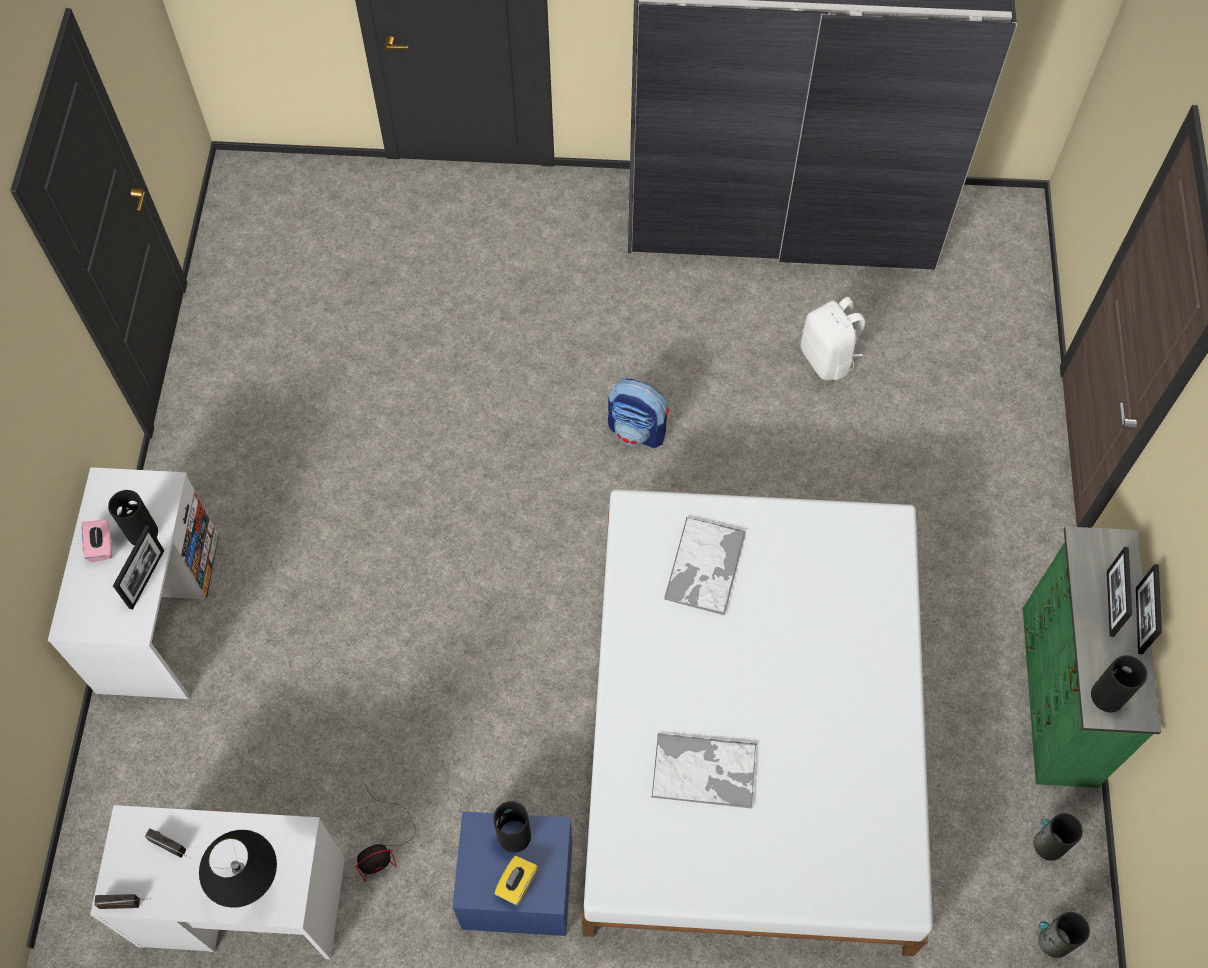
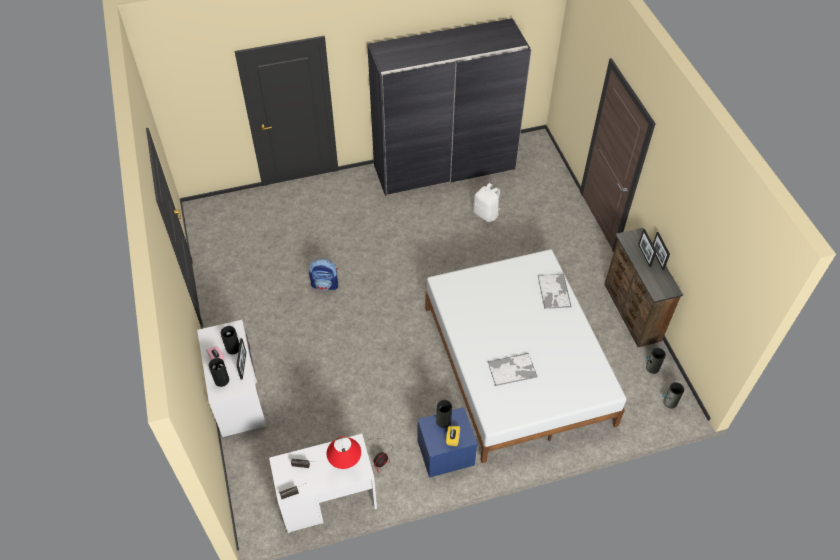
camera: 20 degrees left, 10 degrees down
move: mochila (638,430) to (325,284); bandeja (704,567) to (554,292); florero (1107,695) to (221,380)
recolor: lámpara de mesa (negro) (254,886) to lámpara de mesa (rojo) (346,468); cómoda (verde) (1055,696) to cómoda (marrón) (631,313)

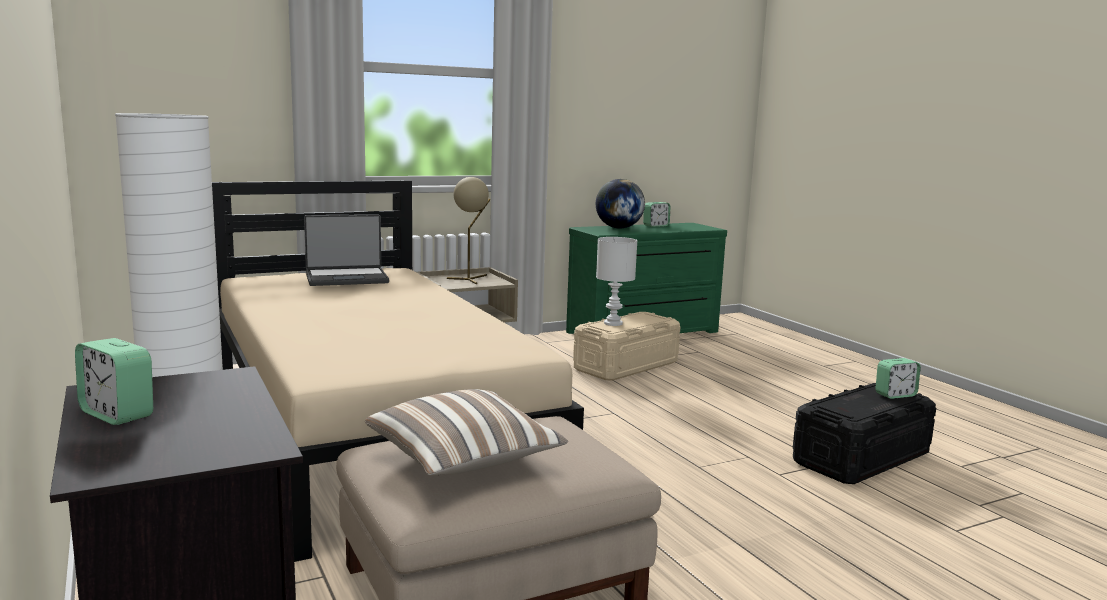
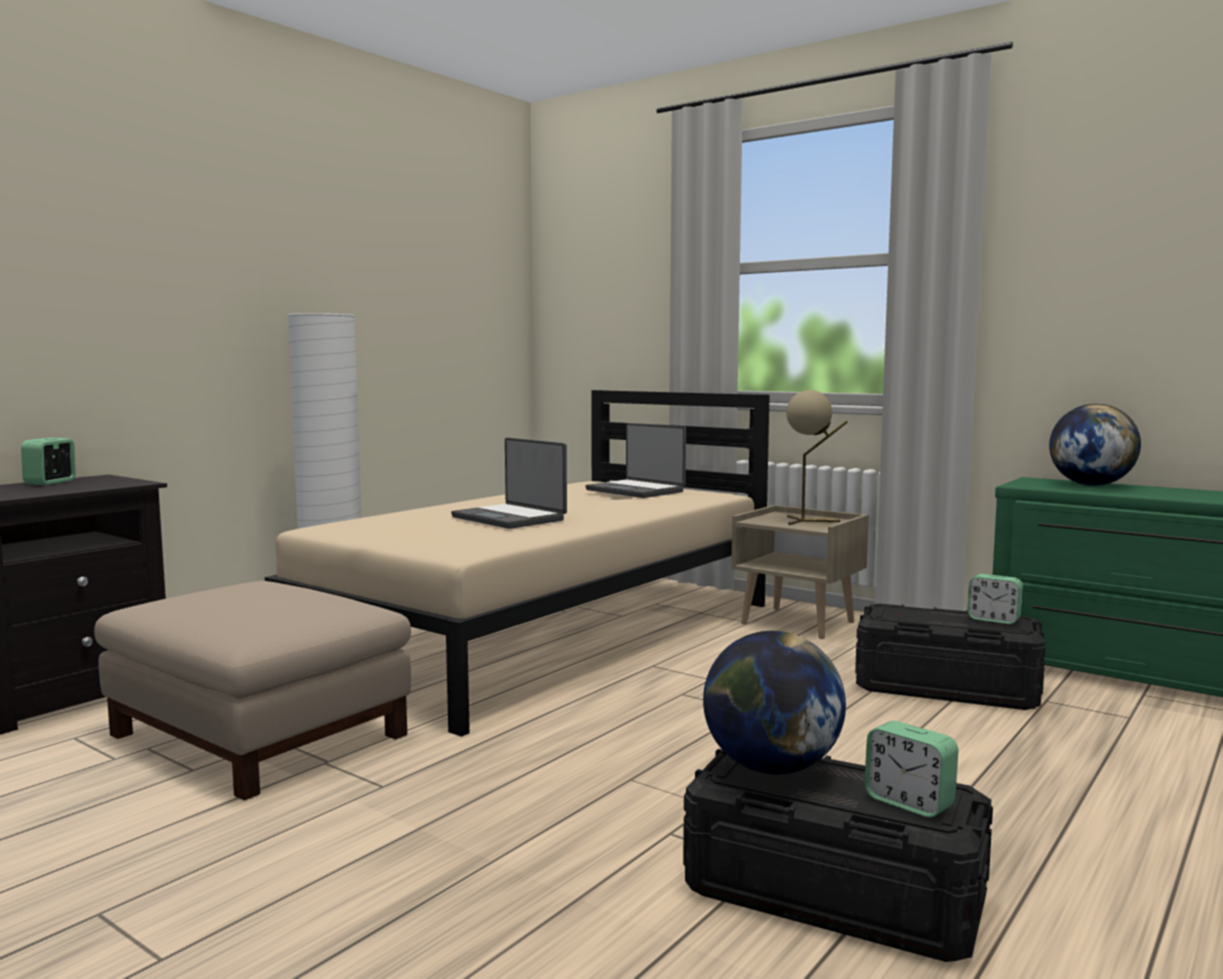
camera: 65 degrees right, 5 degrees down
delete: cojín (464,461); lámpara de mesa (blanco) (614,323)
insert: portátil (510,518); globo terráqueo (771,768)
move: despertador (656,226) to (993,619)
recolor: caja de almacenaje (beis) (626,365) to caja de almacenaje (negro) (946,688)

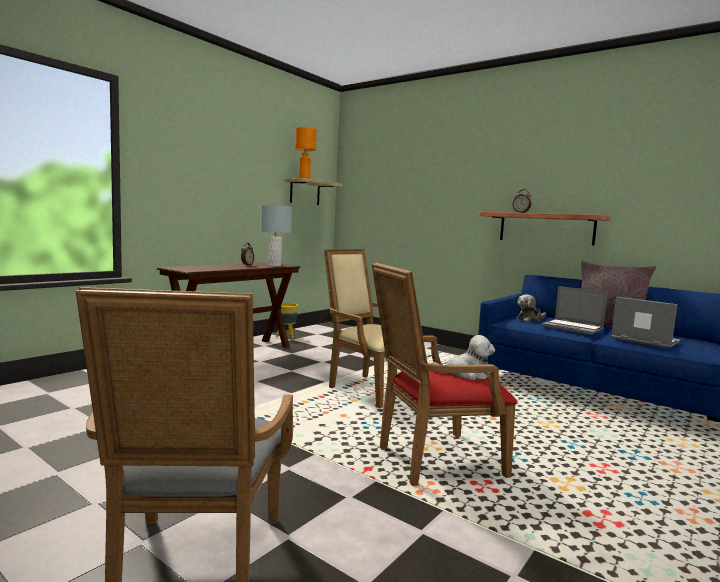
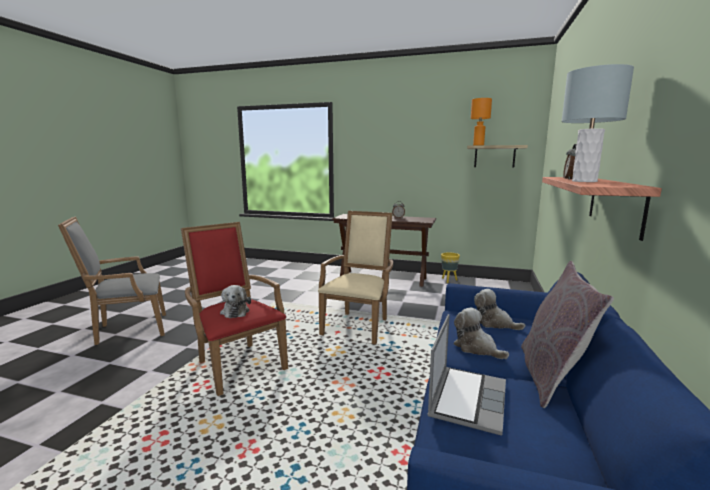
camera: 70 degrees right, 5 degrees up
move: lámpara de mesa (gris) (274,265) to (584,181)
replace: portátil (573,328) to peluche (476,348)

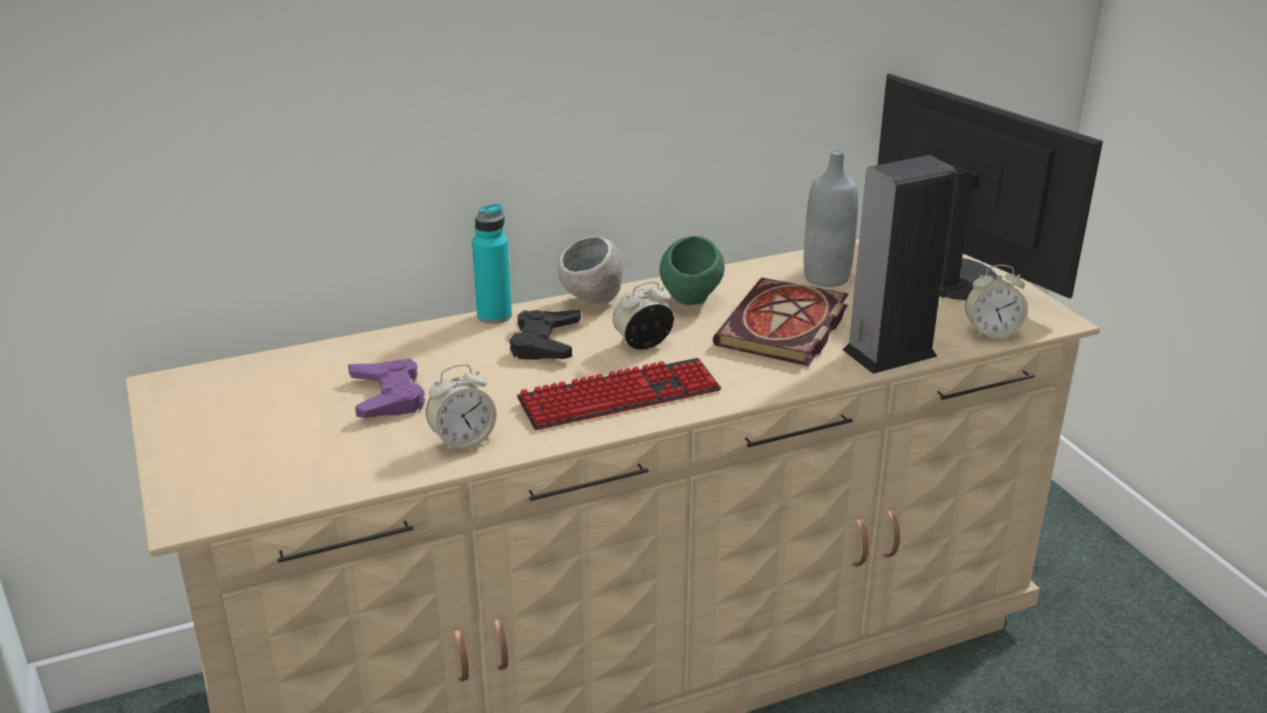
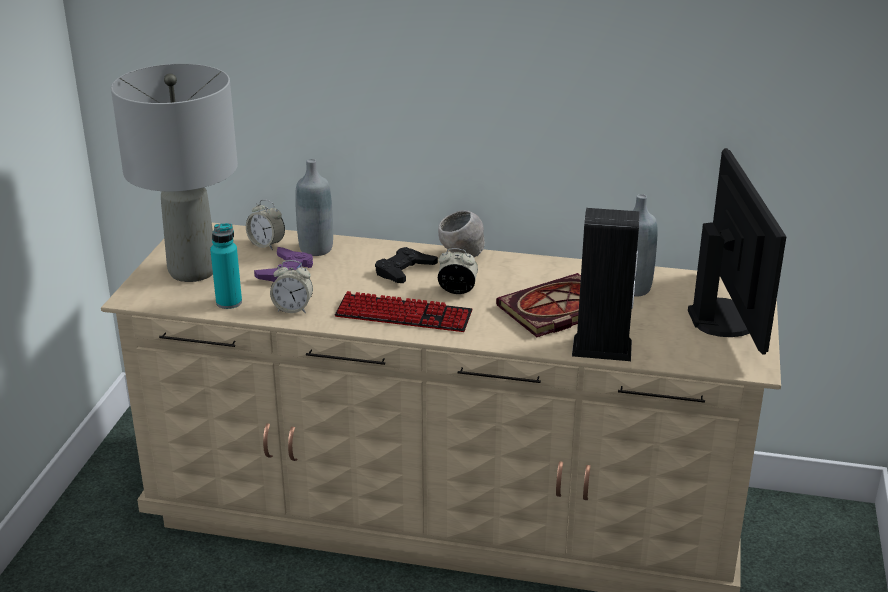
camera: 35 degrees right, 0 degrees up
delete: cuenco (verde) (691,303)
insert: lámpara de mesa (gris) (194,271); botella (gris) (316,249)
move: botella (turquesa) (494,316) to (229,302); despertador (991,333) to (266,244)

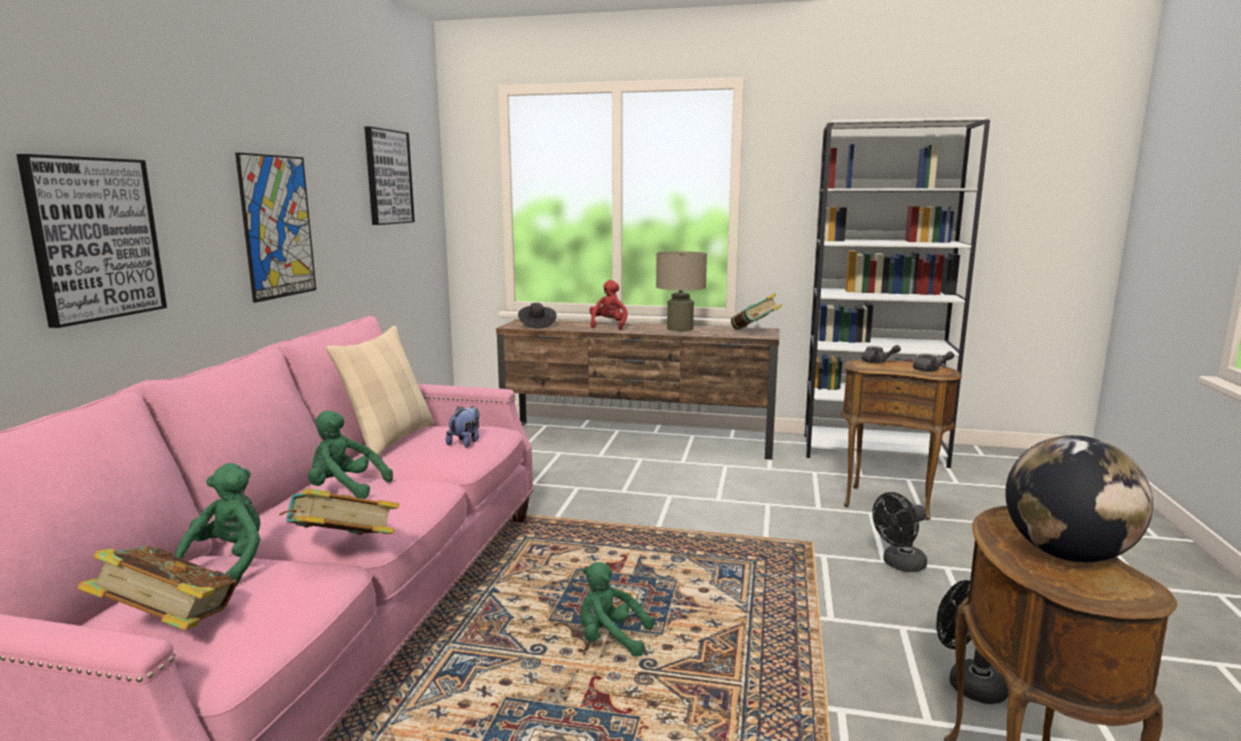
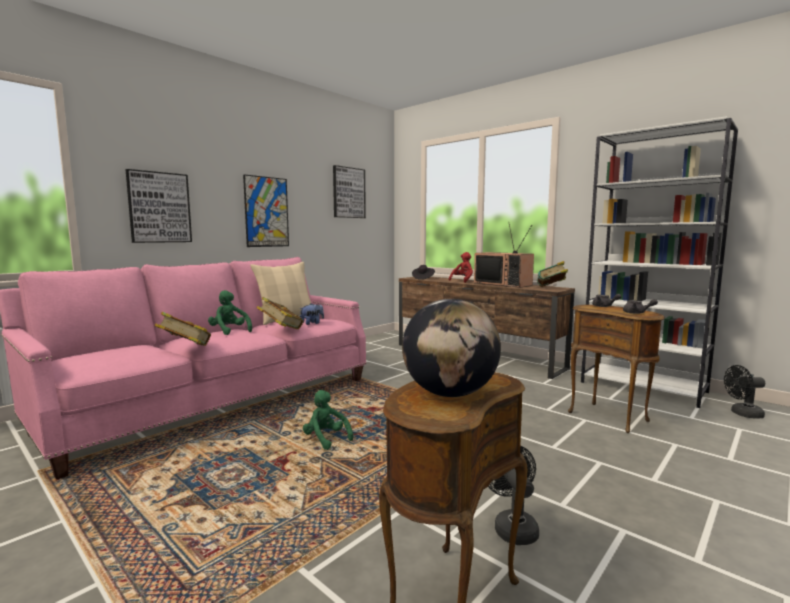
camera: 30 degrees right, 5 degrees down
delete: peluche (verde) (228,564)
move: libro (169,627) to (281,330); ventilador (negro) (899,564) to (742,414)
replace: lámpara de mesa (beis) (680,328) to televisor (504,284)

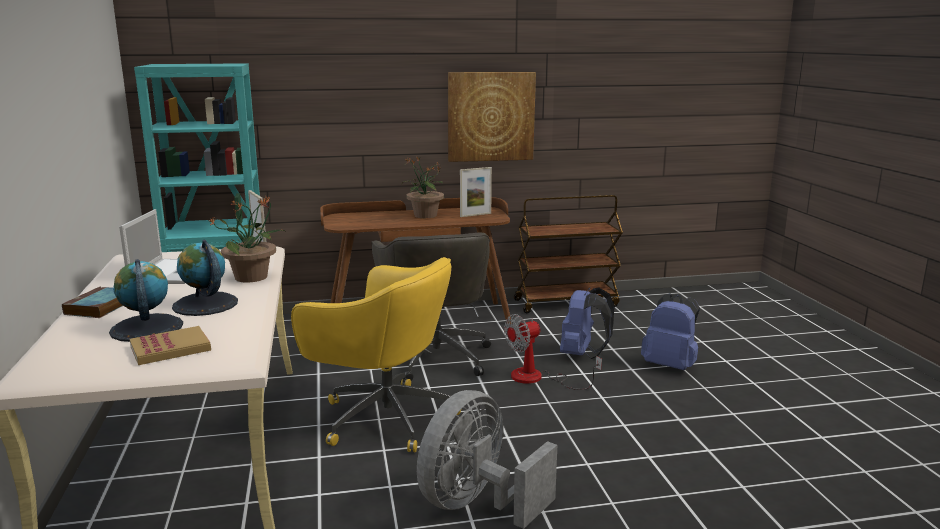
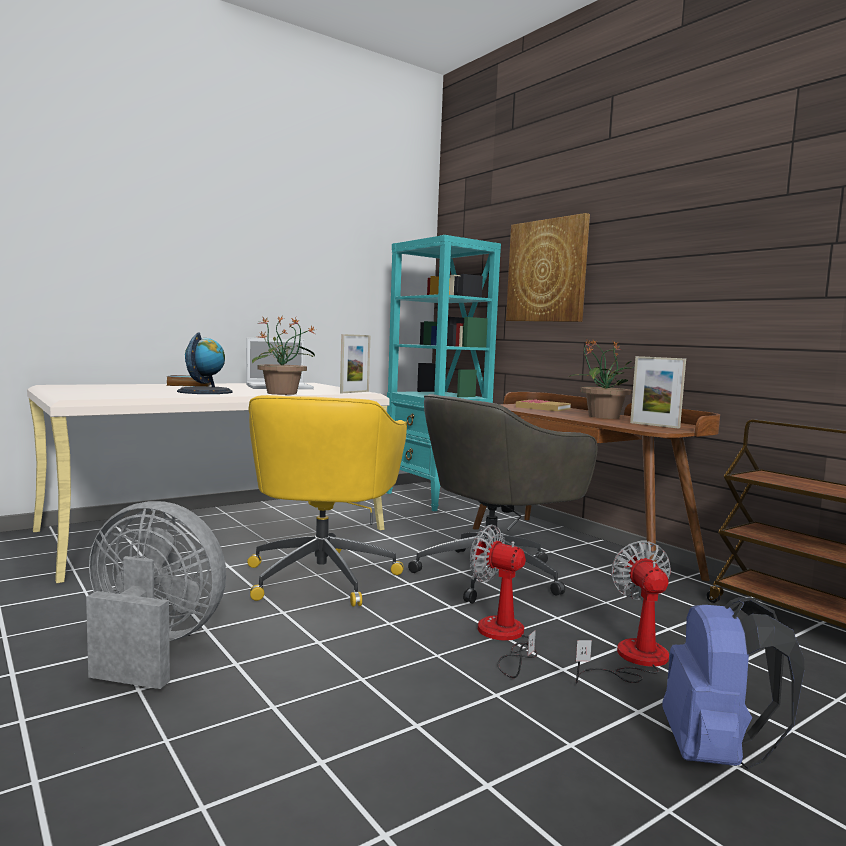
camera: 65 degrees right, 10 degrees down
delete: globo terráqueo (146,328)
move: libro (170,348) to (543,408); cuadro (490,116) to (547,271)
replace: mochila (azul) (582,354) to ventilador (632,660)

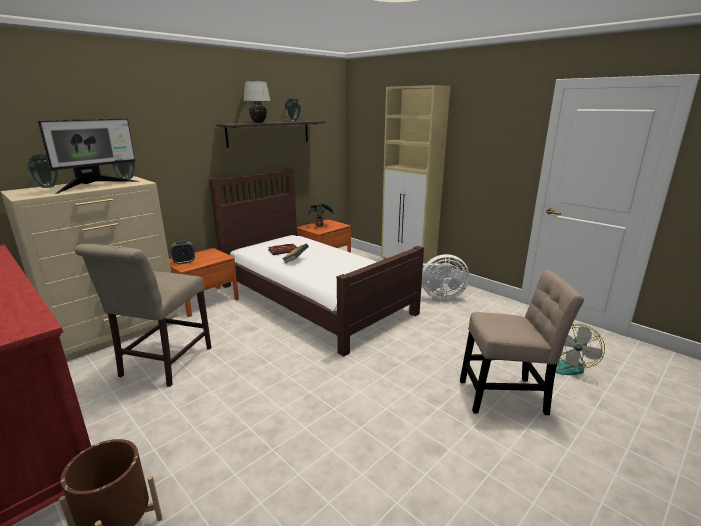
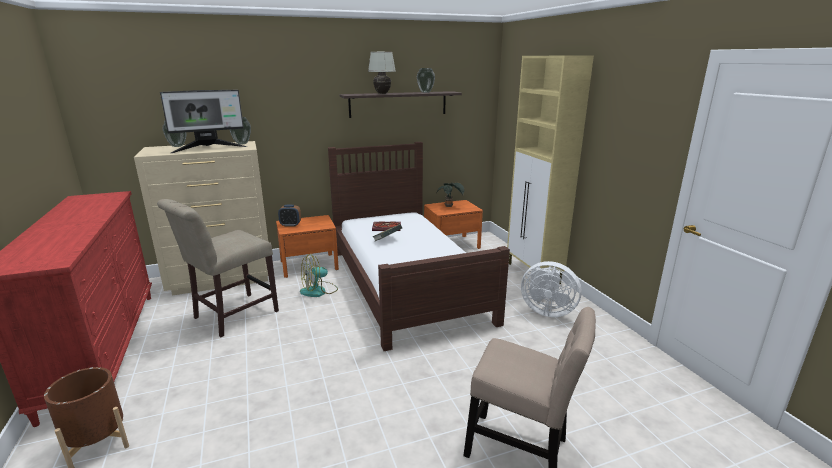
camera: 25 degrees right, 0 degrees up
move: ventilador (568,365) to (319,291)

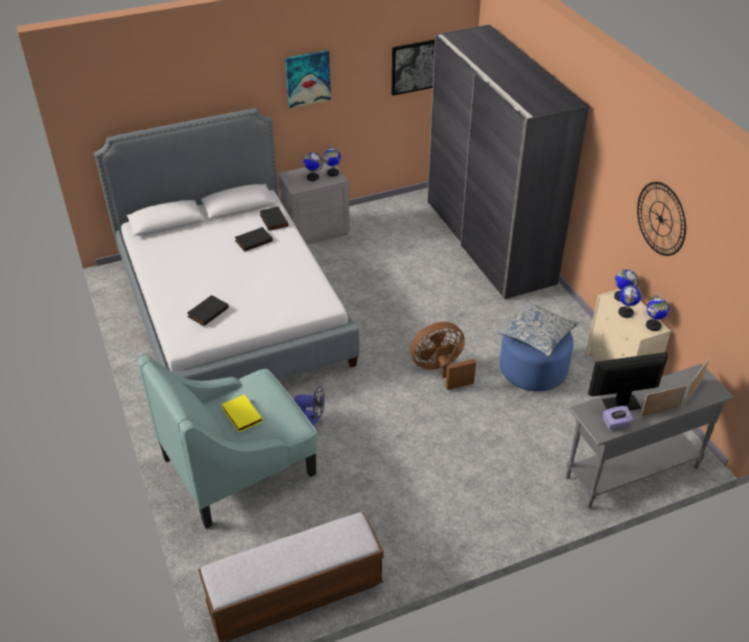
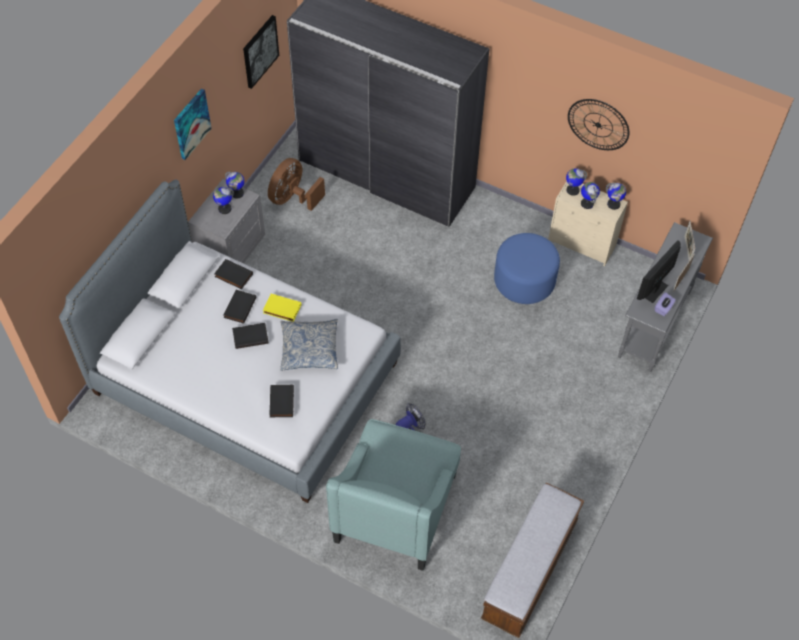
camera: 40 degrees left, 15 degrees up
insert: libro (negro) (250,336)
move: libro (amarillo) (241,415) to (281,309); ventilador (marrón) (440,370) to (293,198); cojín (536,334) to (309,349)

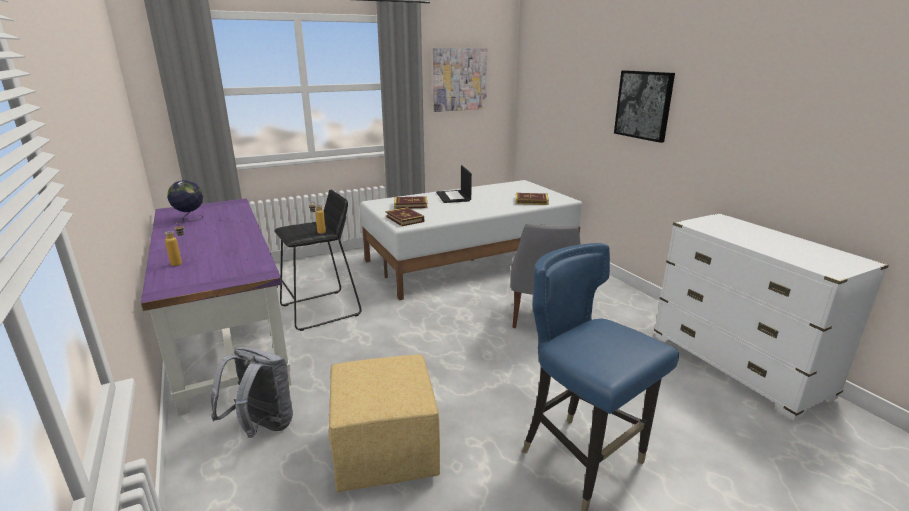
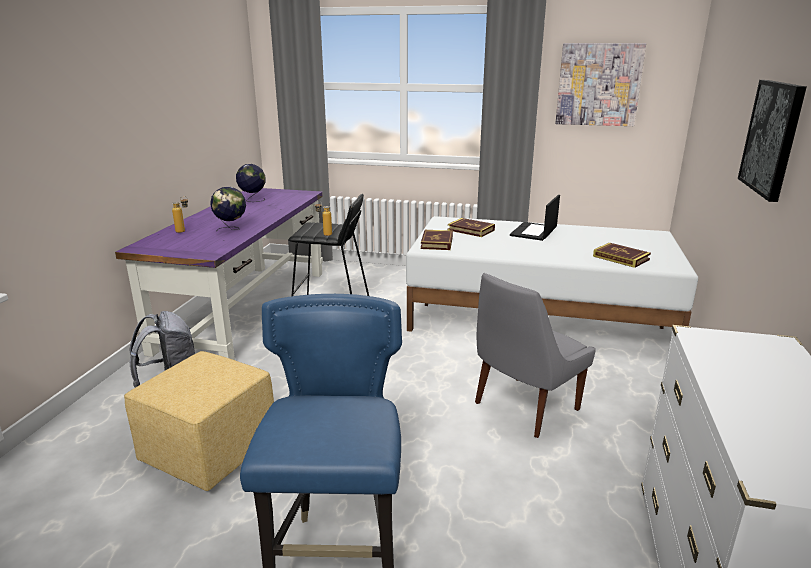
camera: 40 degrees right, 0 degrees up
insert: globo terráqueo (231,229)

